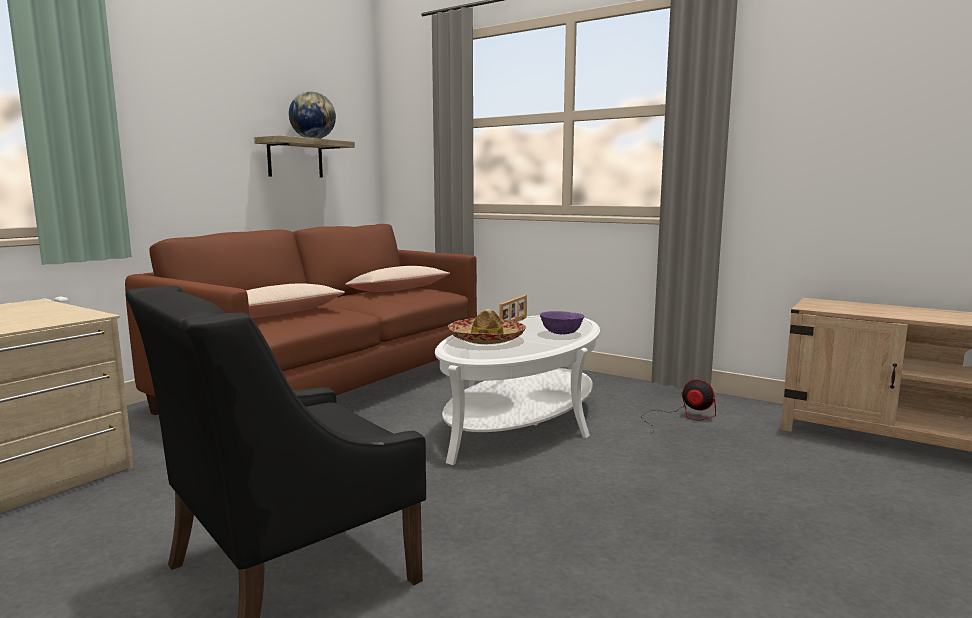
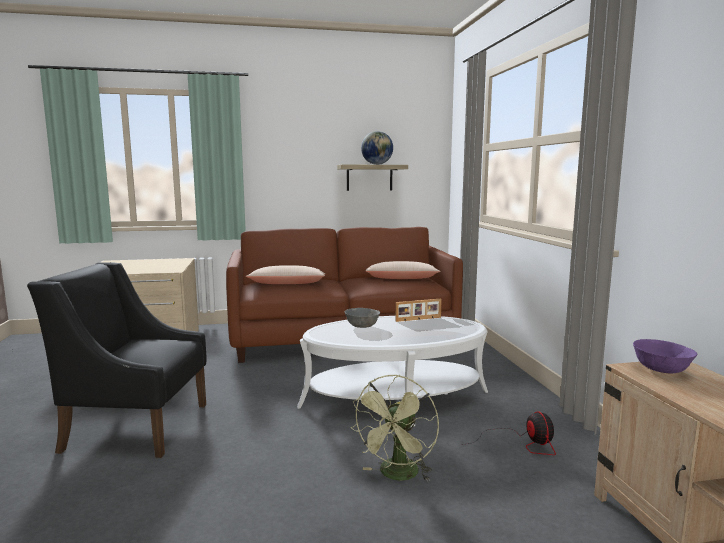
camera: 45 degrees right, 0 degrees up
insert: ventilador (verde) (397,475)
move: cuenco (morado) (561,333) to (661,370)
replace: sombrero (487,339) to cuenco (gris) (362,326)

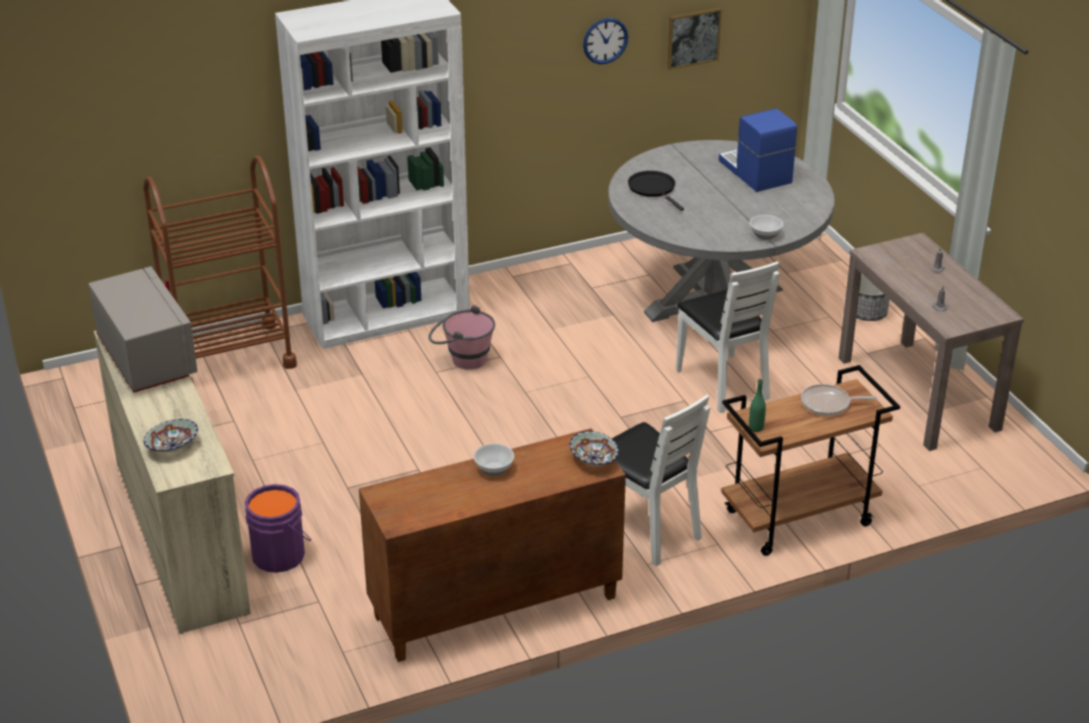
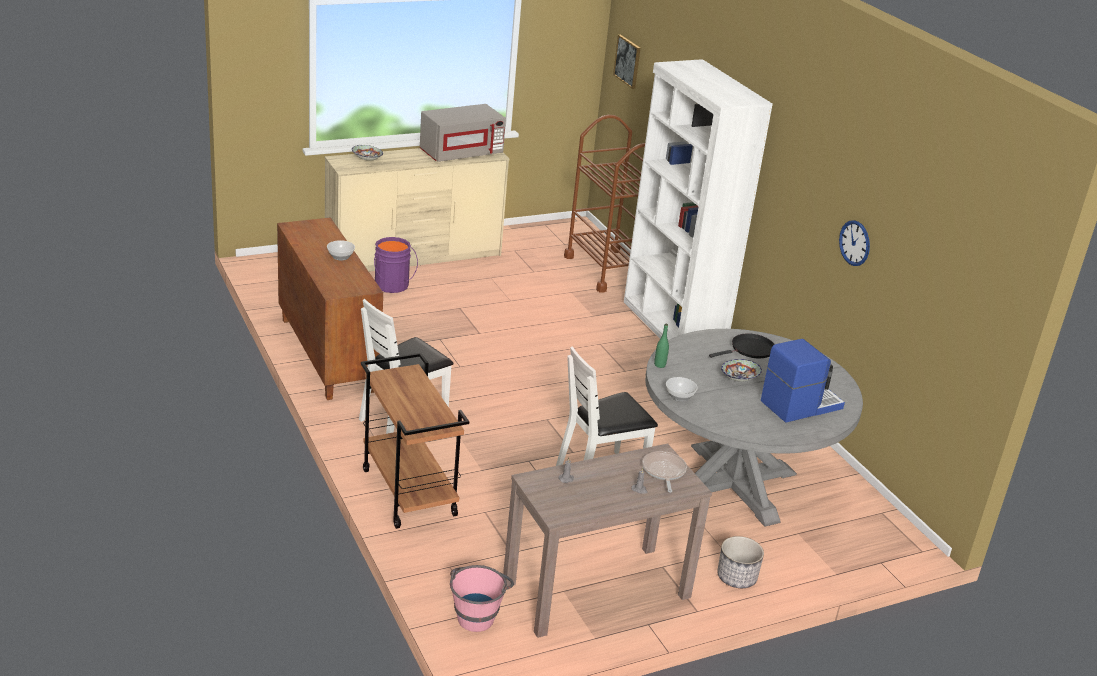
camera: 85 degrees right, 5 degrees down
move: cubo (rosa) (462,358) to (477,613); cuenco (593,460) to (739,379); cuadro (693,38) to (627,61); botella (verde) (756,428) to (659,365); sartén (828,404) to (663,471)

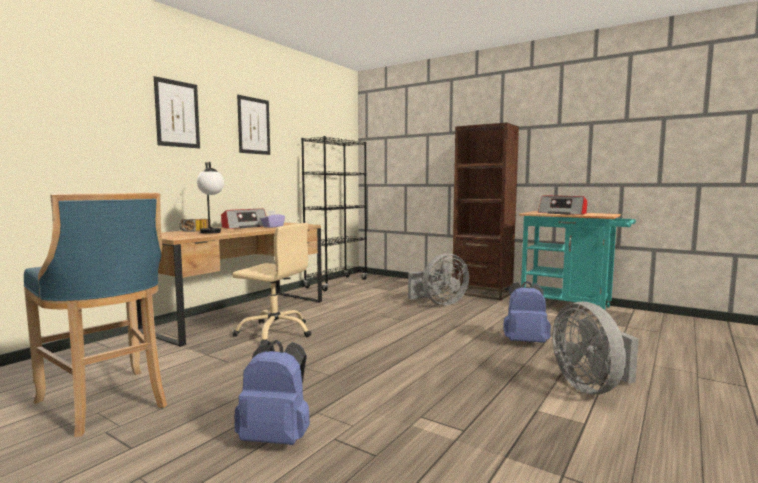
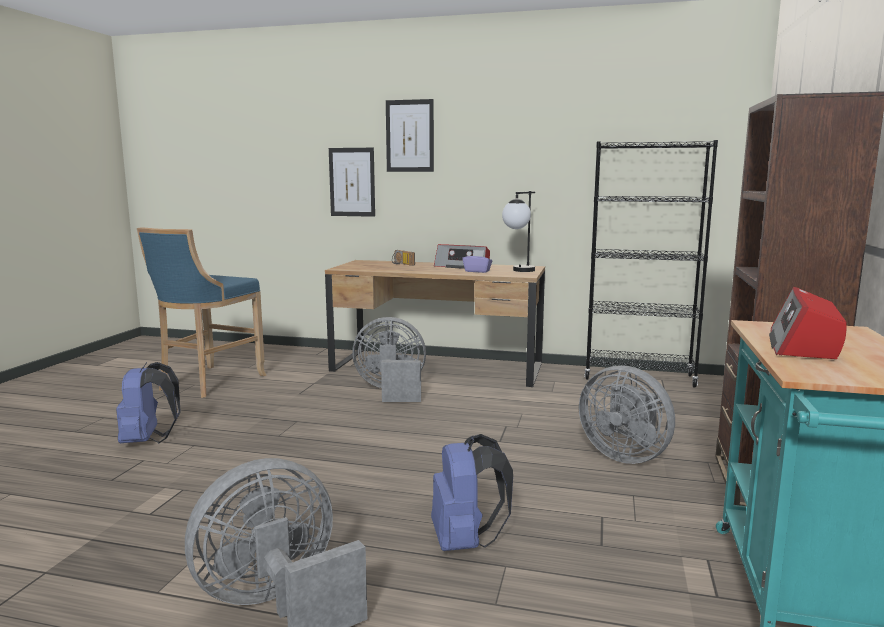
camera: 70 degrees right, 5 degrees up
move: lámpara de mesa (212,233) to (518,271); cuadro (254,126) to (352,182)
replace: silla de oficina (beis) (275,332) to ventilador (gris) (391,391)

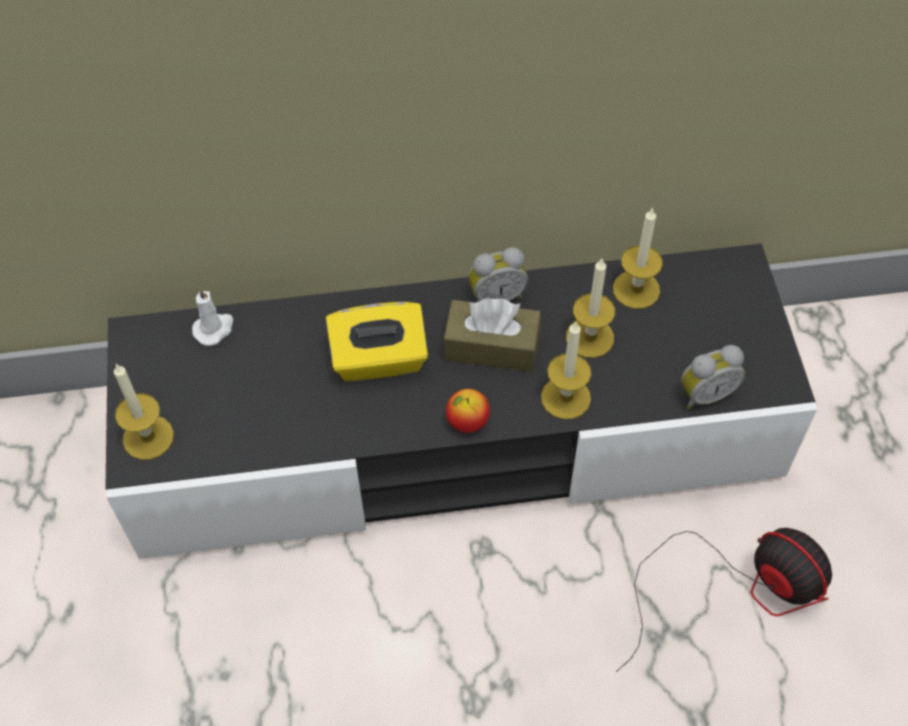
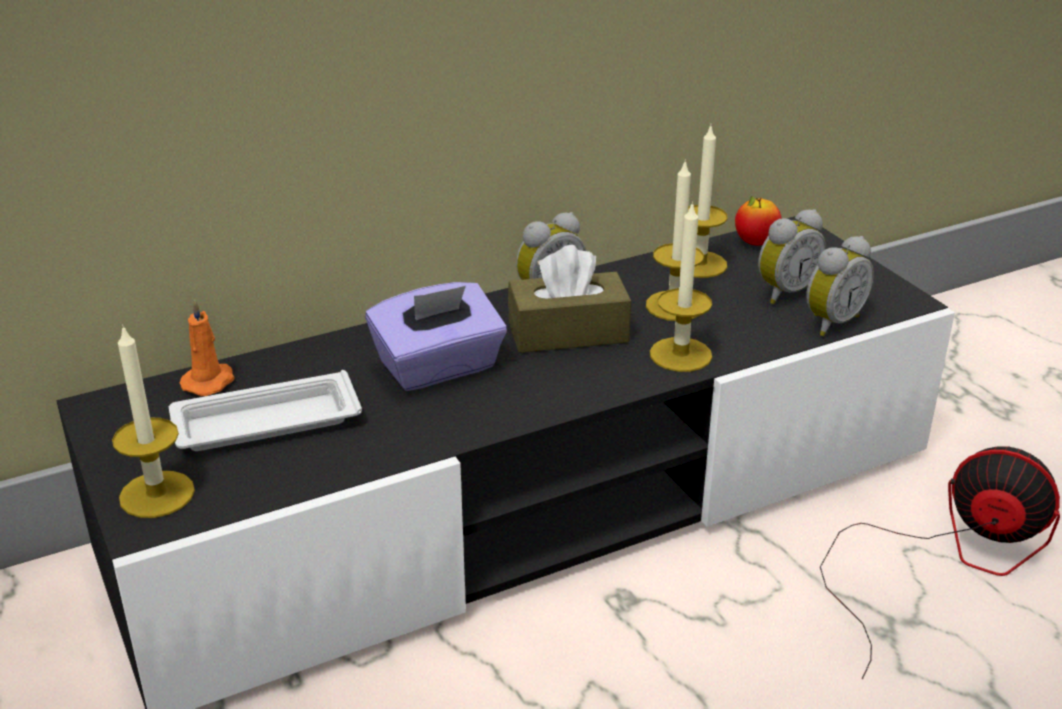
camera: 20 degrees left, 25 degrees down
insert: bandeja (blanco) (262,423); despertador (784,292)
move: manzana (467,422) to (755,243)
recolor: vela (blanco) (214,329) to vela (naranja) (210,381); caja de pañuelos (amarillo) (379,360) to caja de pañuelos (morado) (439,368)

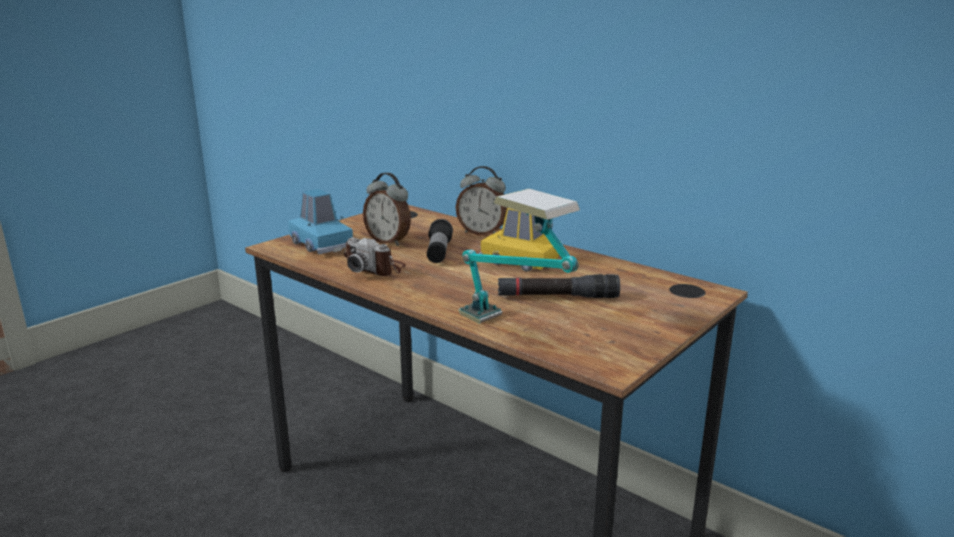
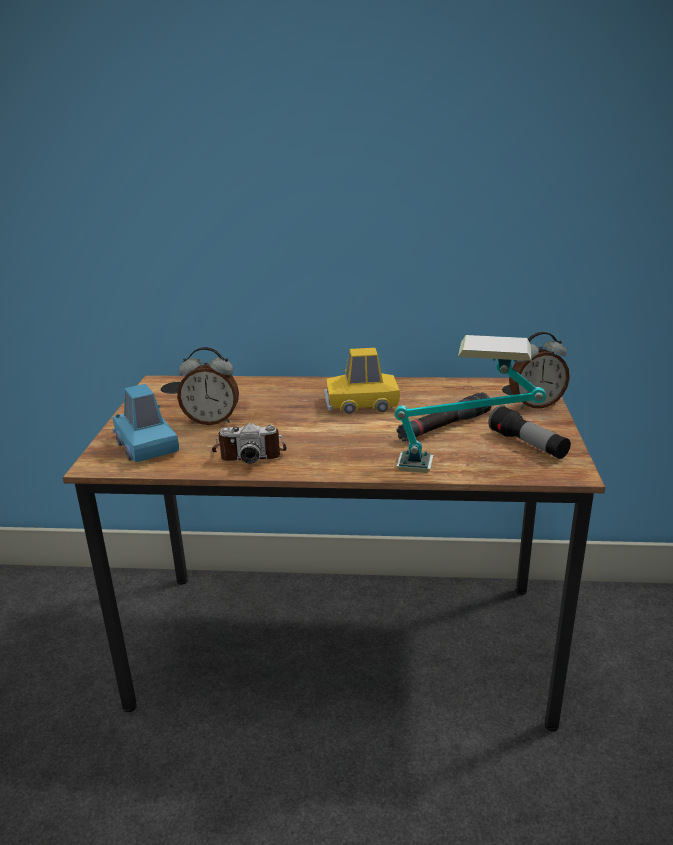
camera: 35 degrees left, 5 degrees up
move: linterna (439,252) to (528,445); despertador (482,233) to (535,404)
rotate: coche de juguete (azul) (321,244) = (147,445) 135 degrees counterclockwise

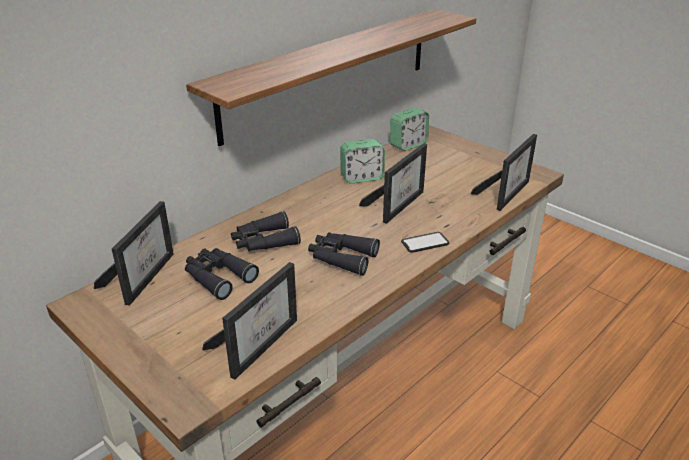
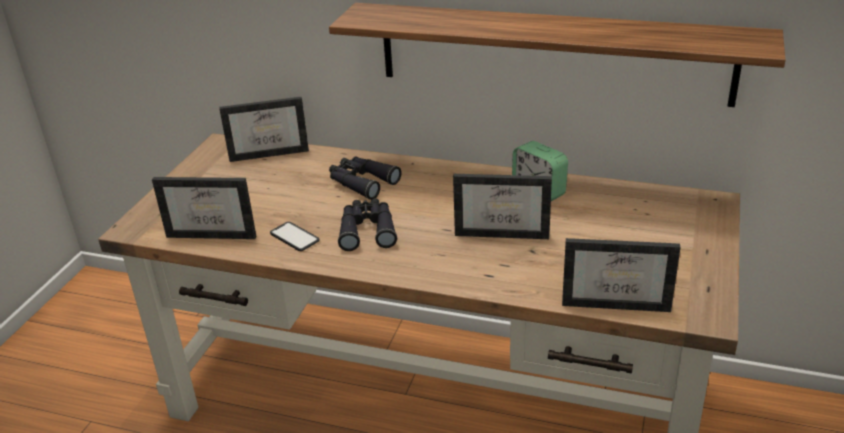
camera: 65 degrees right, 0 degrees up
delete: prismáticos (negro) (218,277); despertador (408,144)
move: móvil (425,243) to (294,237)

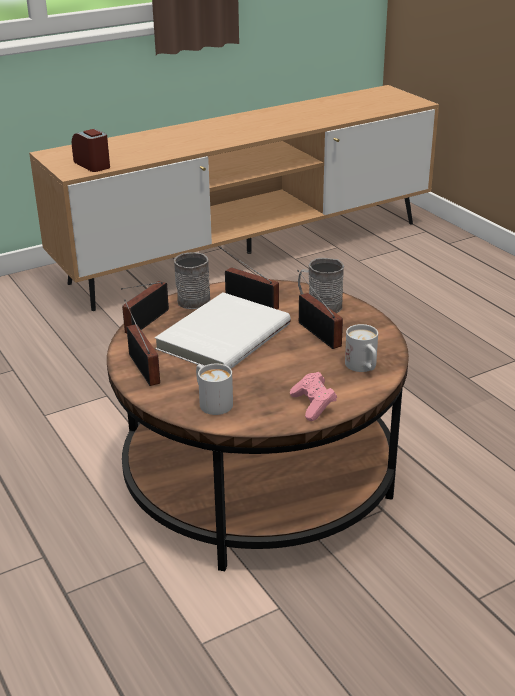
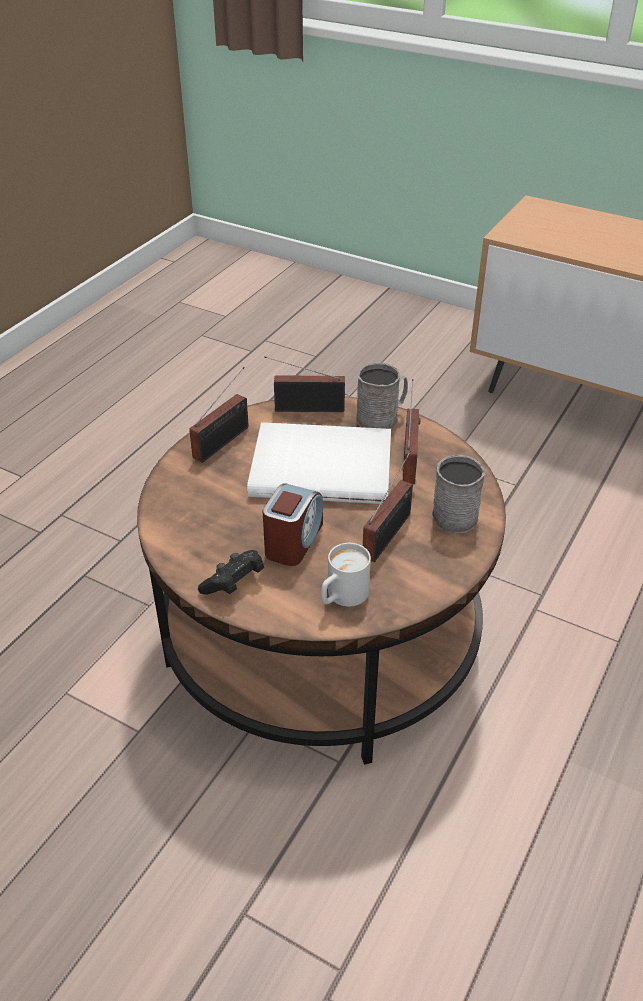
camera: 60 degrees right, 10 degrees up
delete: taza grande (blanco) (211,402)
move: despertador (93,165) to (293,541)
recolor: mando de consola (rosa) (313,405) to mando de consola (negro) (233,583)

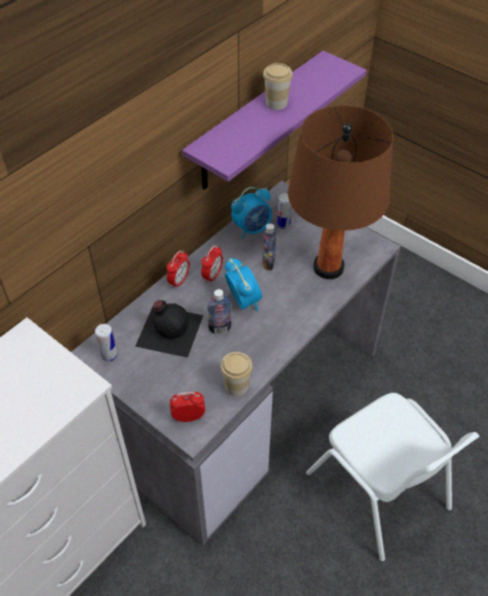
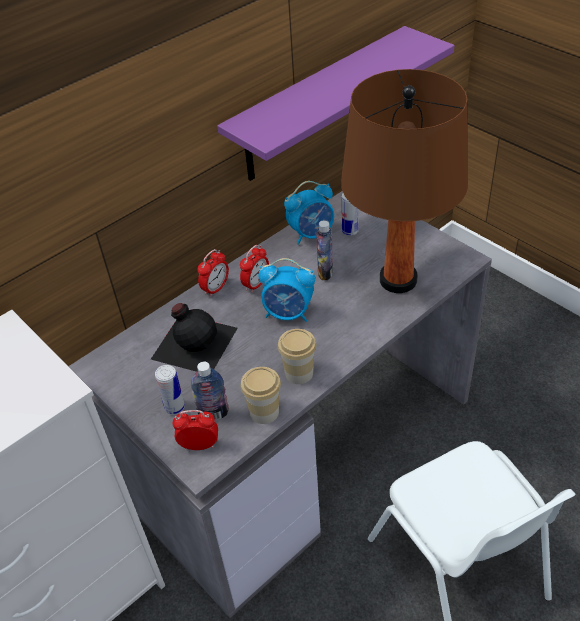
camera: 10 degrees right, 5 degrees down
move: lata (109,356) to (174,407); botella (220,328) to (213,414); taza (276,103) to (299,373)
rotate: despertador (243,301) = (288,313) 120 degrees clockwise

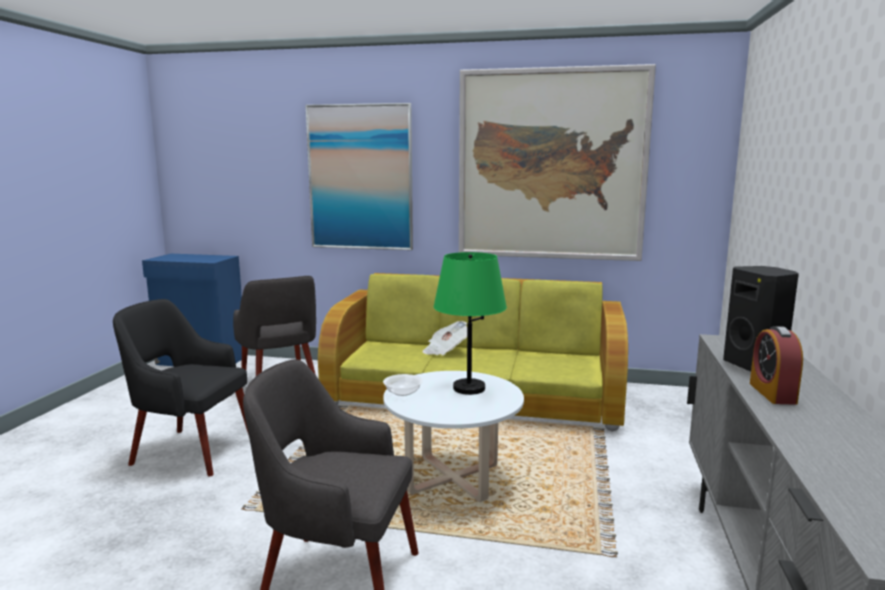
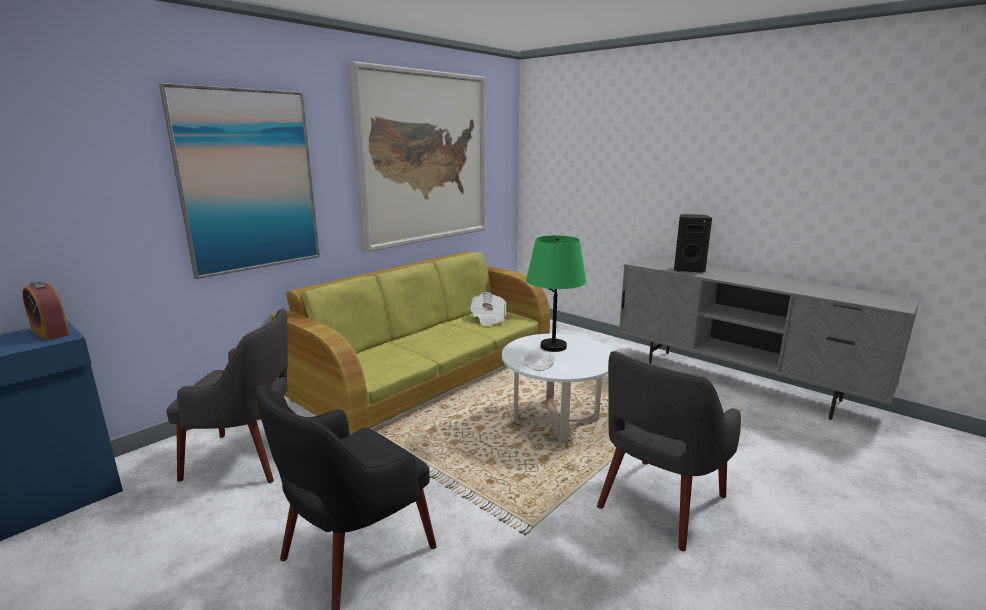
camera: 60 degrees left, 5 degrees up
move: periódico (445,350) to (488,319); despertador (772,393) to (51,333)

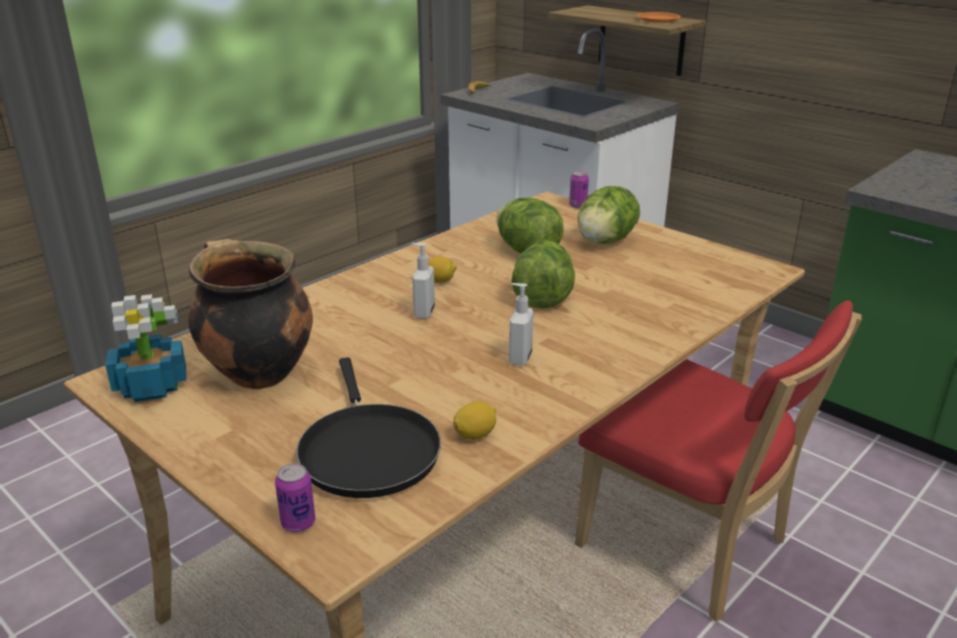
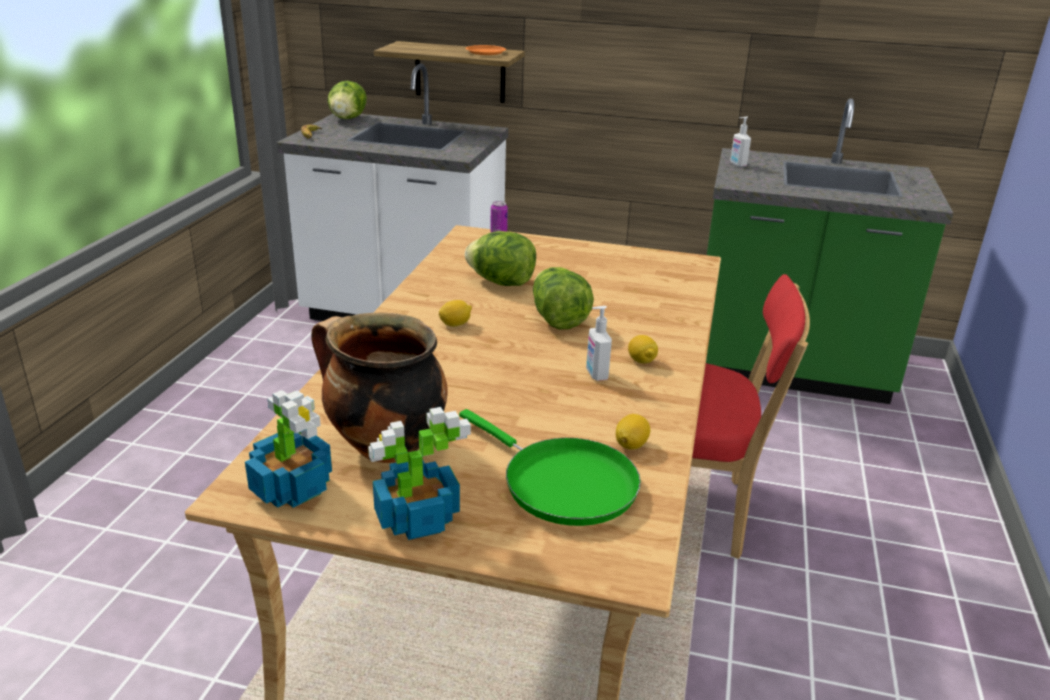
camera: 30 degrees left, 0 degrees up
delete: lata (298,523)
insert: planta en maceta (415,518); limón (641,361)
move: dispensador de jabón (423,313) to (737,164); lechuga (605,241) to (347,119)
recolor: sartén (negro) (367,451) to sartén (verde) (562,483)

